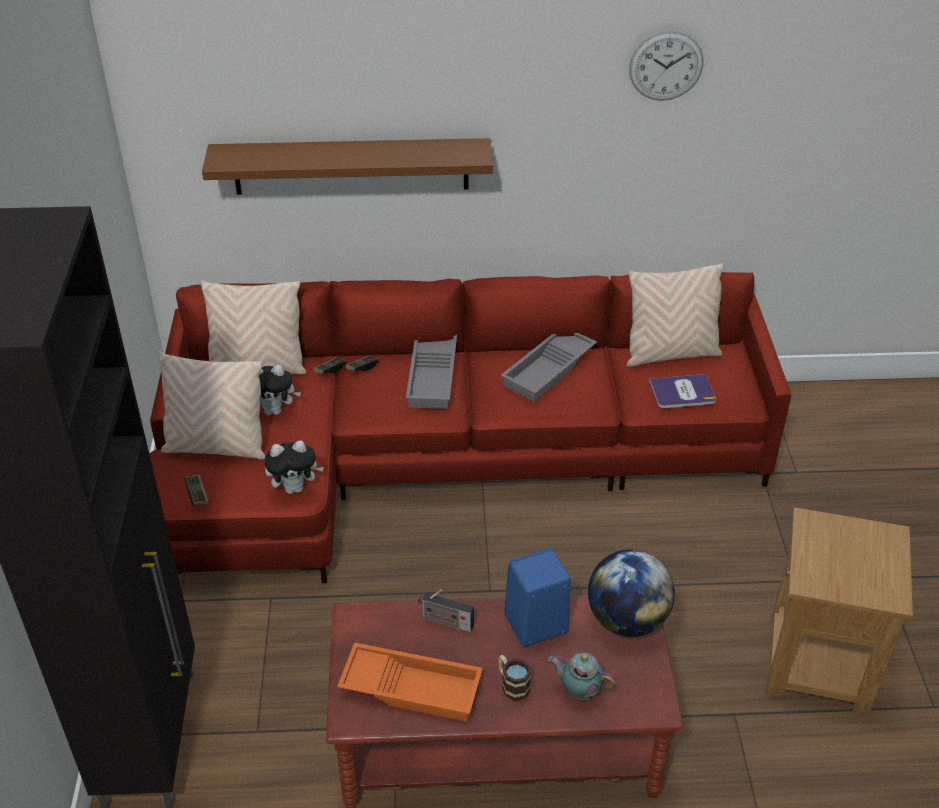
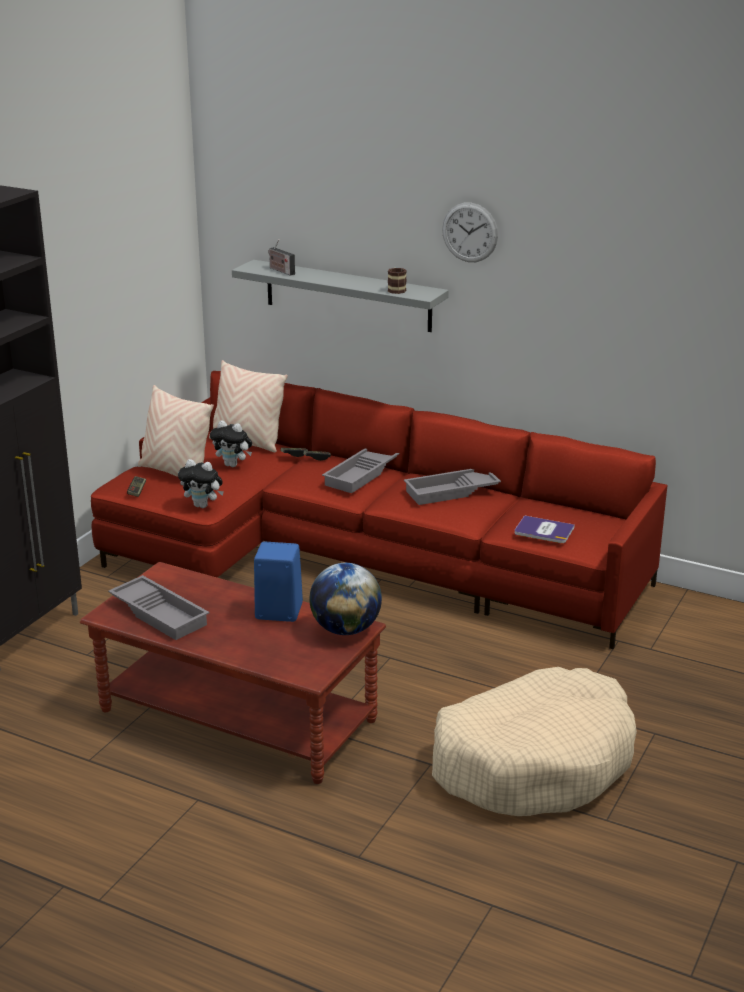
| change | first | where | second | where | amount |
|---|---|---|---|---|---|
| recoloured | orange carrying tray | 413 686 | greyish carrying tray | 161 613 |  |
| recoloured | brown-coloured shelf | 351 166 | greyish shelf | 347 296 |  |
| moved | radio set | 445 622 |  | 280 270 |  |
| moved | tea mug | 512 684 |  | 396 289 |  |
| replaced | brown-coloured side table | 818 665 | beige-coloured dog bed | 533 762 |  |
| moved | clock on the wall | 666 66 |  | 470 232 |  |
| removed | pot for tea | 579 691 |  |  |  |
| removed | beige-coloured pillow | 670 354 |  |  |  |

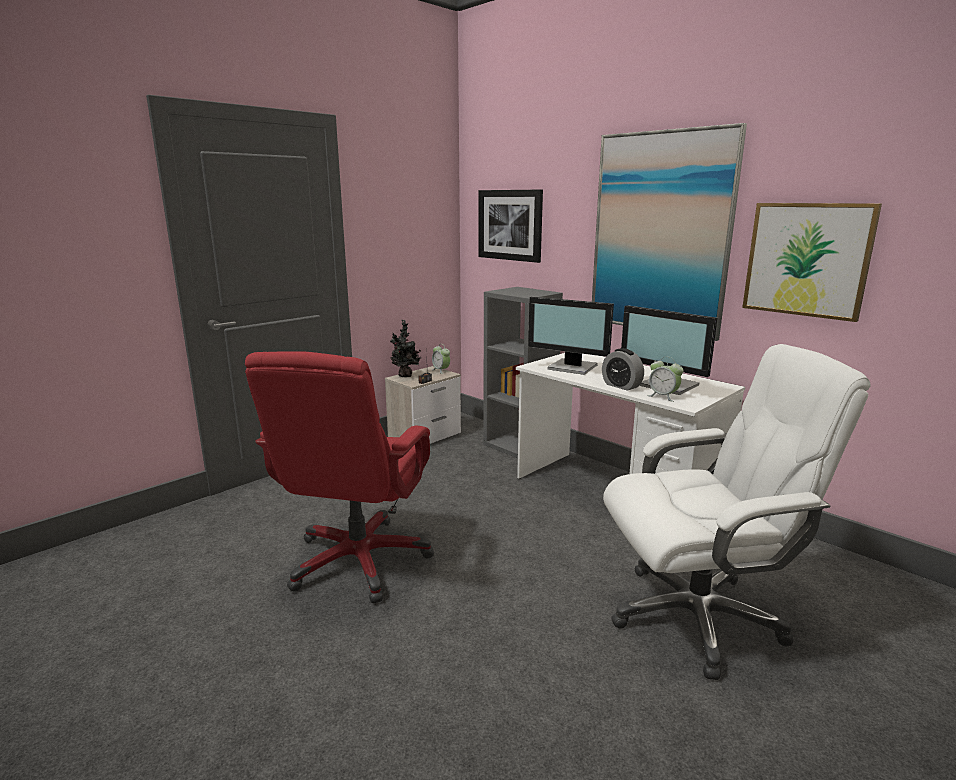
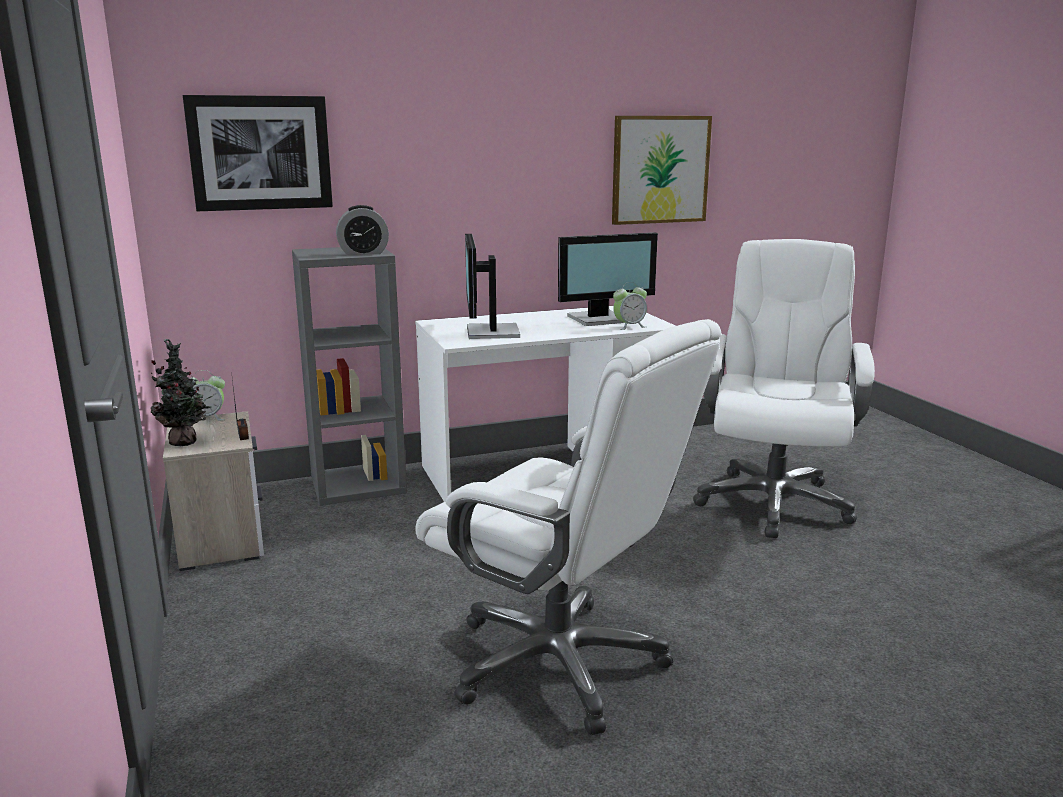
| change | first | where | second | where | amount |
|---|---|---|---|---|---|
| moved | alarm clock | 621 386 |  | 363 253 |  |
| recoloured | red computer chair | 359 561 | white computer chair | 559 663 |  |
| turned | computer display | 572 368 |  | 489 332 | 120 degrees clockwise |
| removed | wall art | 660 234 |  |  |  |

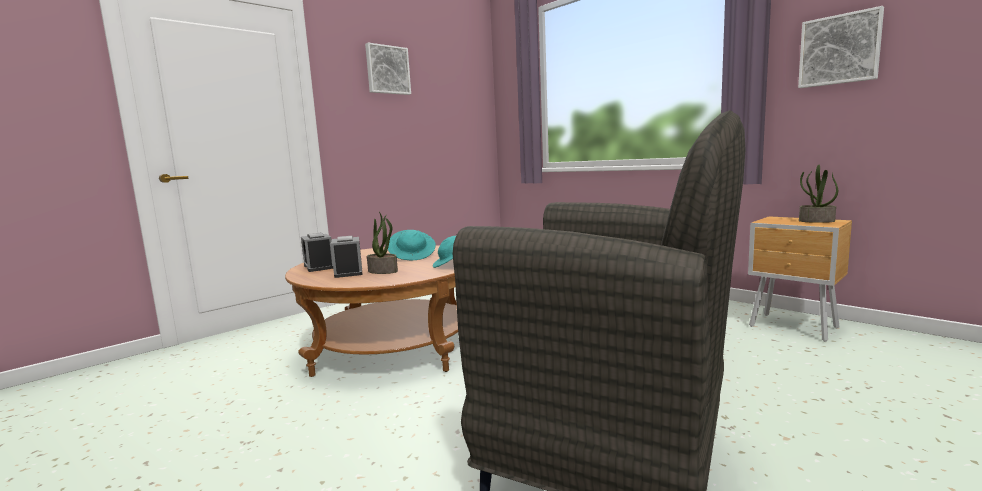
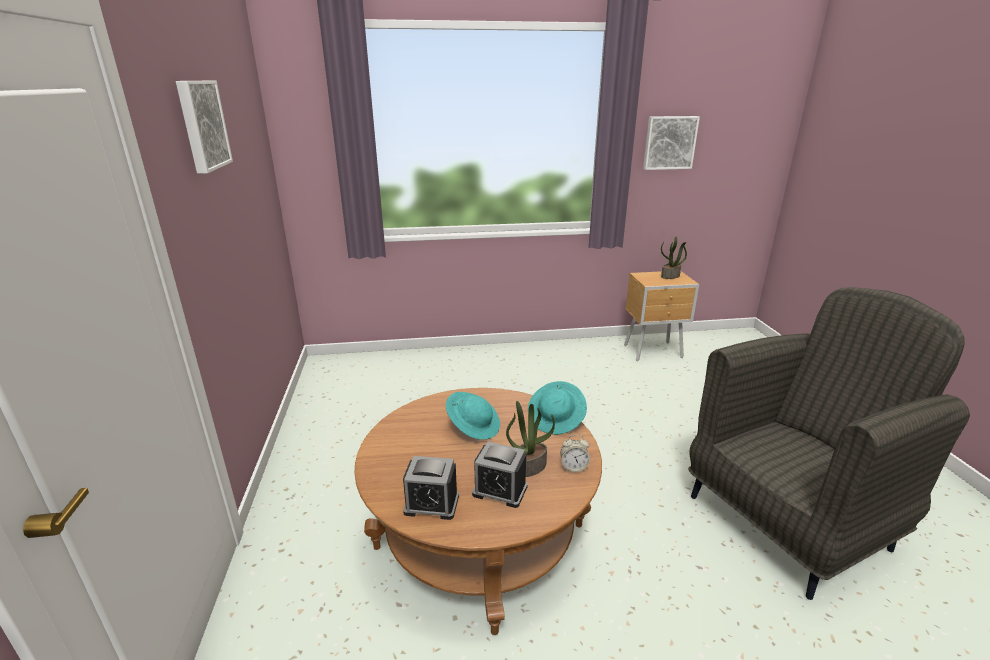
| change | first | where | second | where | amount |
|---|---|---|---|---|---|
| added |  |  | alarm clock | 574 467 |  |

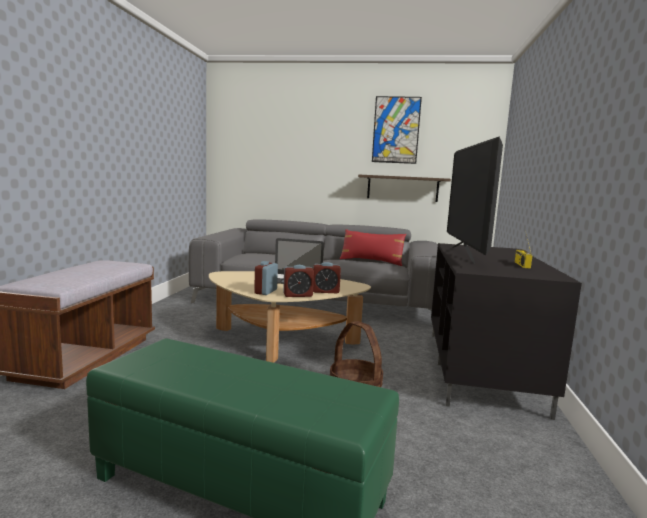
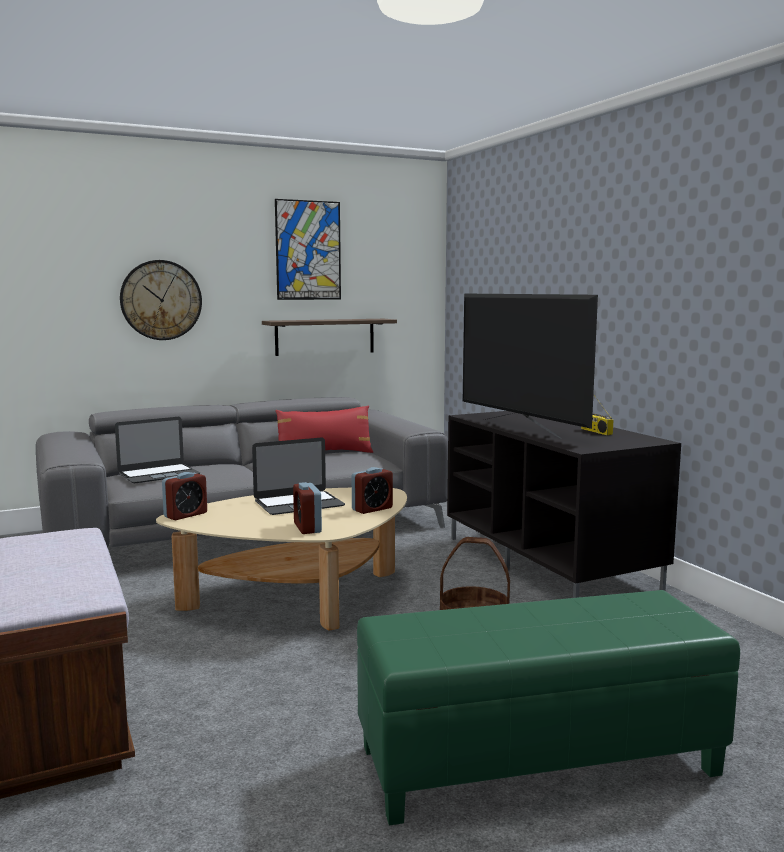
| change | first | where | second | where | amount |
|---|---|---|---|---|---|
| added |  |  | notebook computer | 159 474 |  |
| added |  |  | clock on the wall | 161 300 |  |
| moved | alarm clock | 298 295 |  | 185 515 |  |

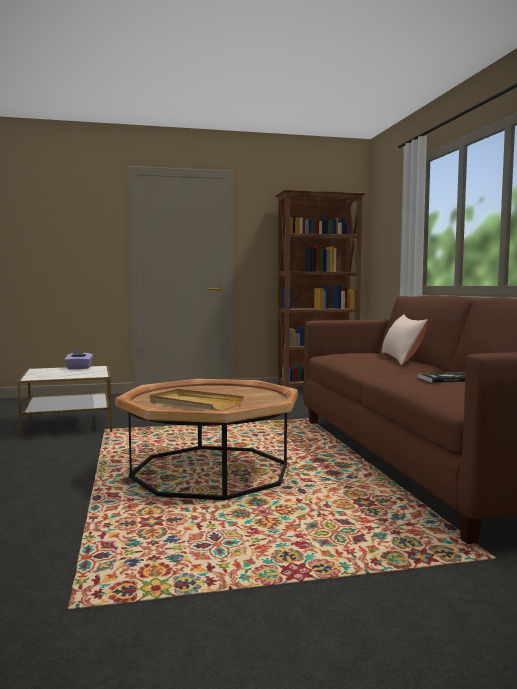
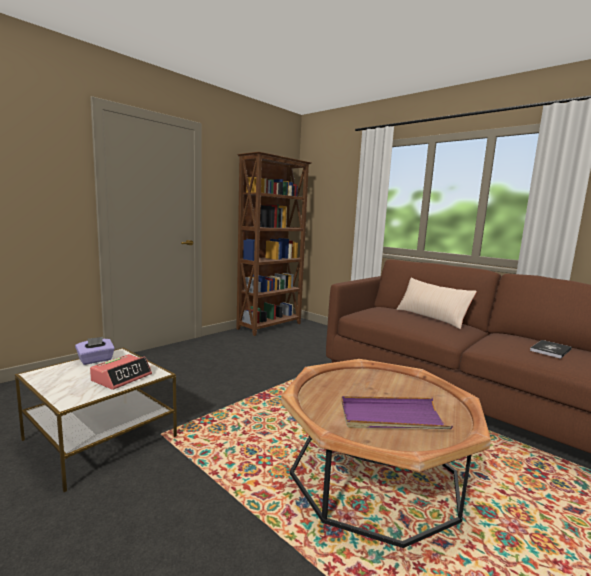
| change | first | where | second | where | amount |
|---|---|---|---|---|---|
| added |  |  | alarm clock | 122 377 |  |
| recoloured | beige-coloured carrying tray | 194 403 | purple carrying tray | 391 417 |  |

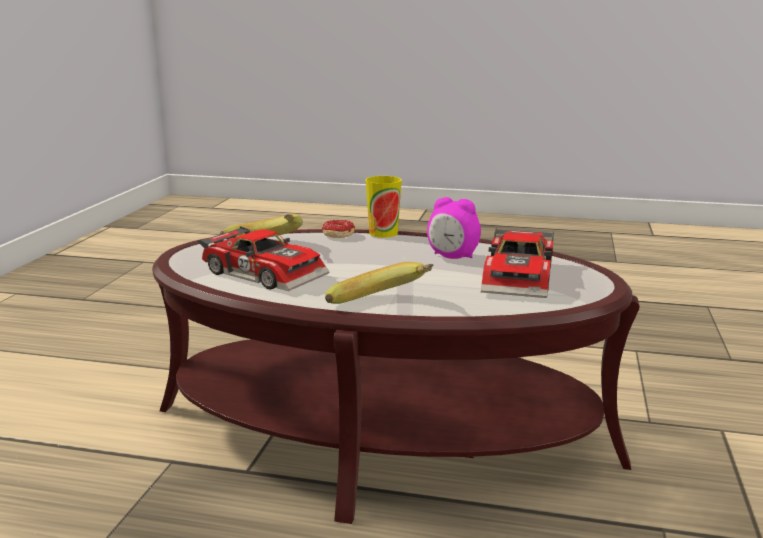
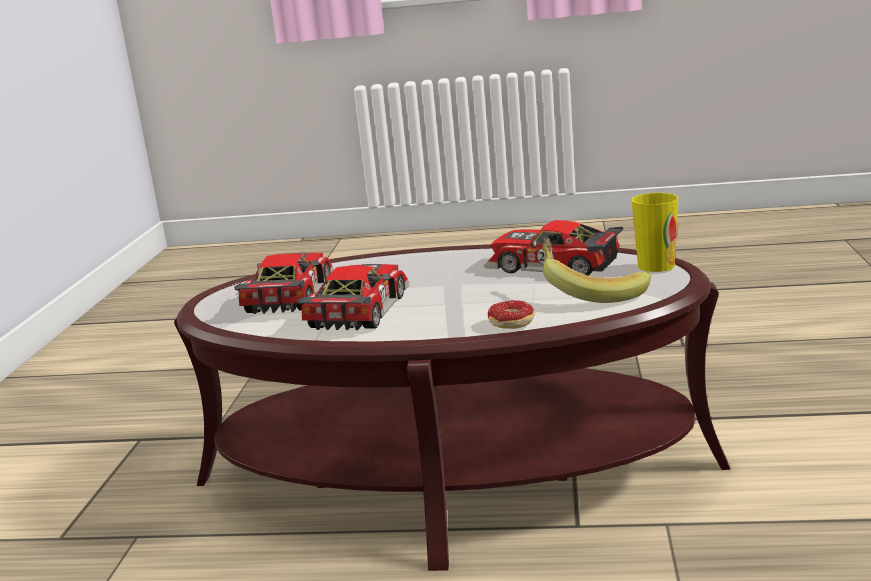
| change | first | where | second | where | amount |
|---|---|---|---|---|---|
| replaced | alarm clock | 452 257 | toy car | 355 311 |  |
| moved | cup | 383 233 |  | 656 266 |  |
| removed | banana fruit | 383 306 |  |  |  |

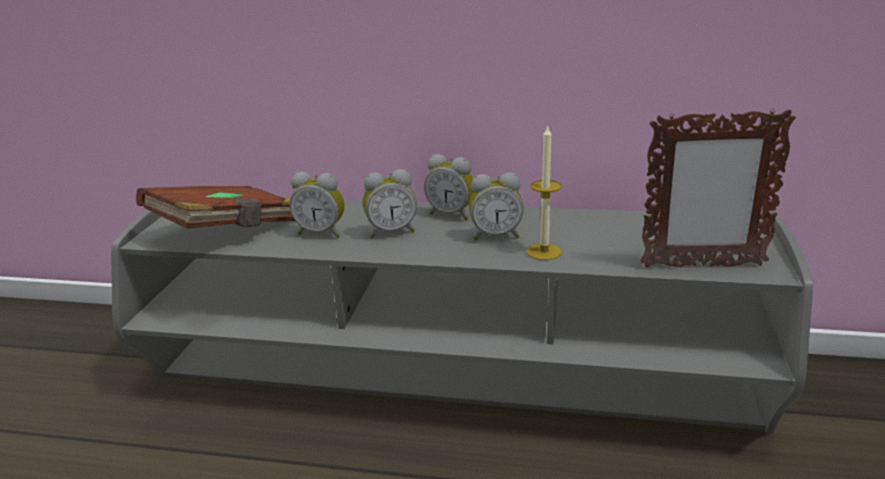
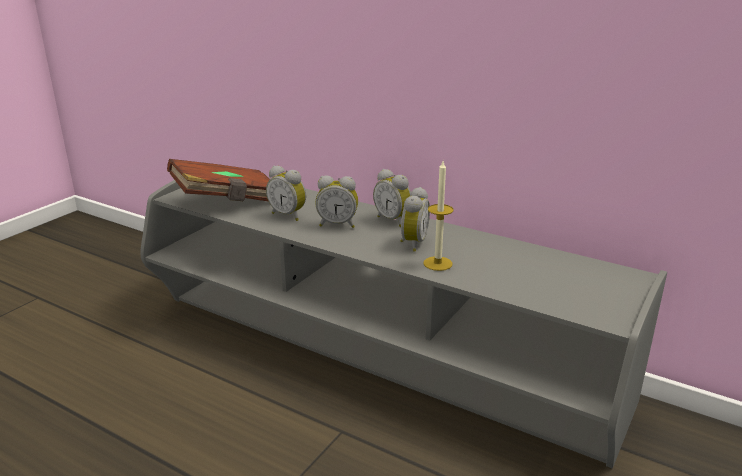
| change | first | where | second | where | amount |
|---|---|---|---|---|---|
| turned | alarm clock | 495 235 |  | 412 243 | 90 degrees counterclockwise |
| removed | photo frame | 701 266 |  |  |  |

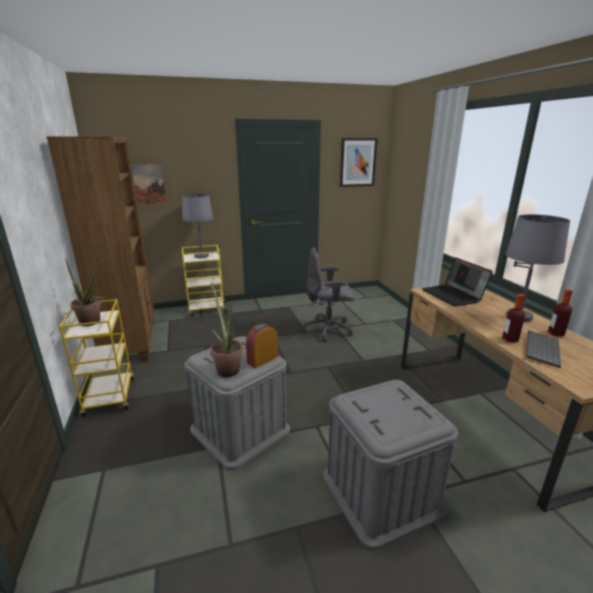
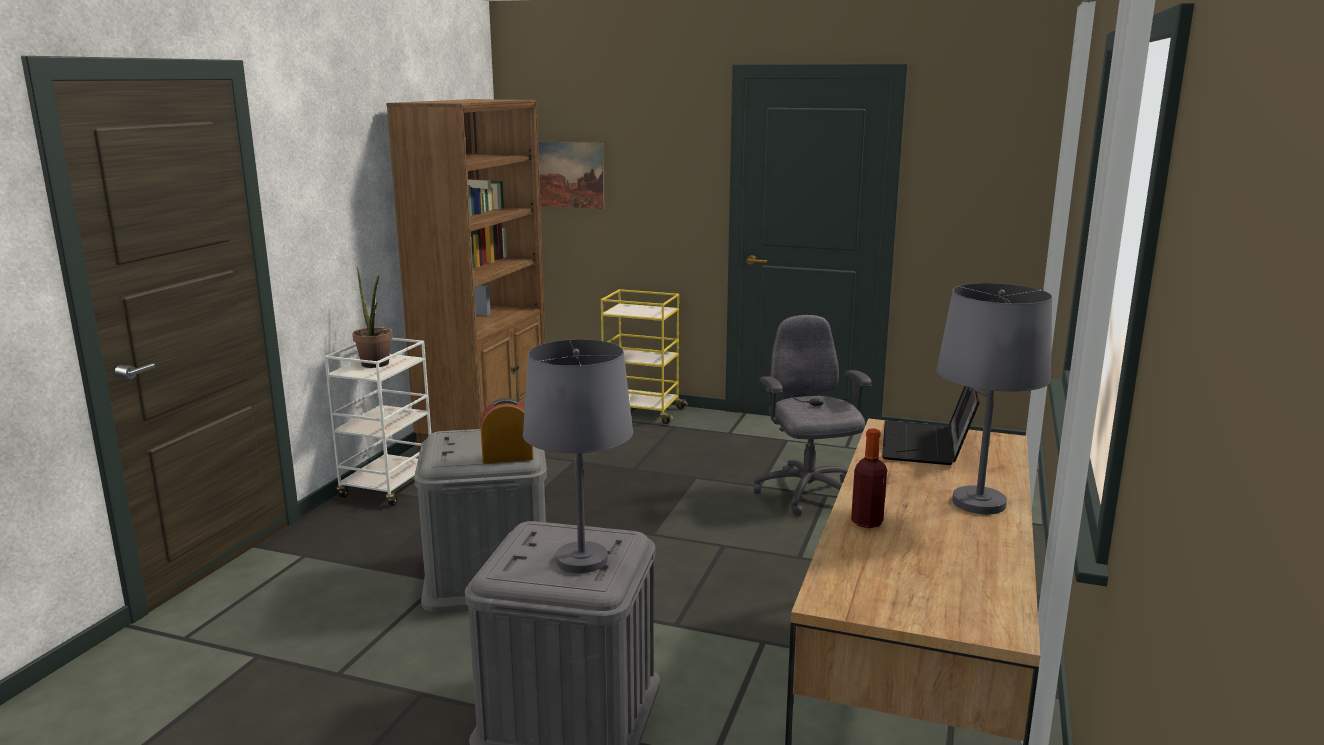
| change | first | where | second | where | amount |
|---|---|---|---|---|---|
| recoloured | yellow-coloured cart | 110 397 | white cart | 389 487 |  |
| moved | greyish lamp for a table | 202 256 |  | 582 560 |  |
| turned | greyish computer chair | 328 329 |  | 807 494 | 45 degrees clockwise |
| removed | potted plant | 226 368 |  |  |  |
| removed | wall art | 357 162 |  |  |  |
| removed | keyboard | 541 349 |  |  |  |
| removed | drink bottle | 556 334 |  |  |  |

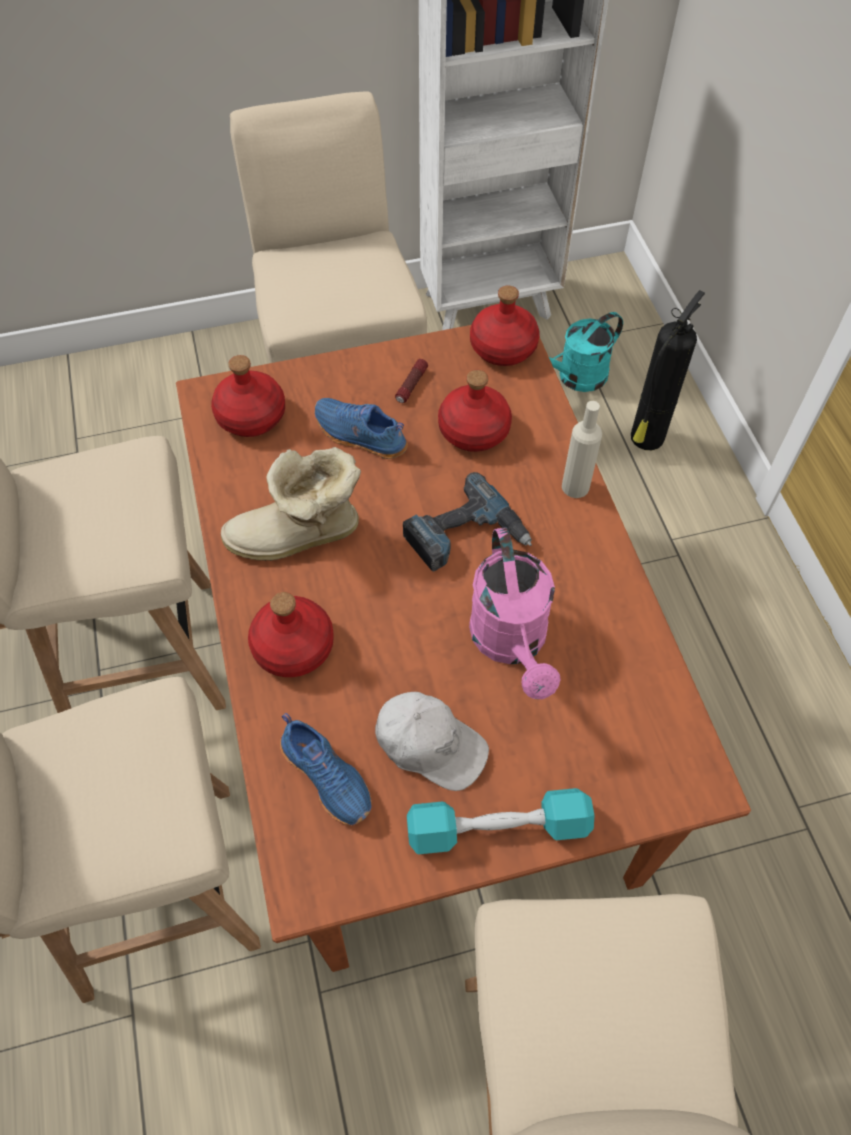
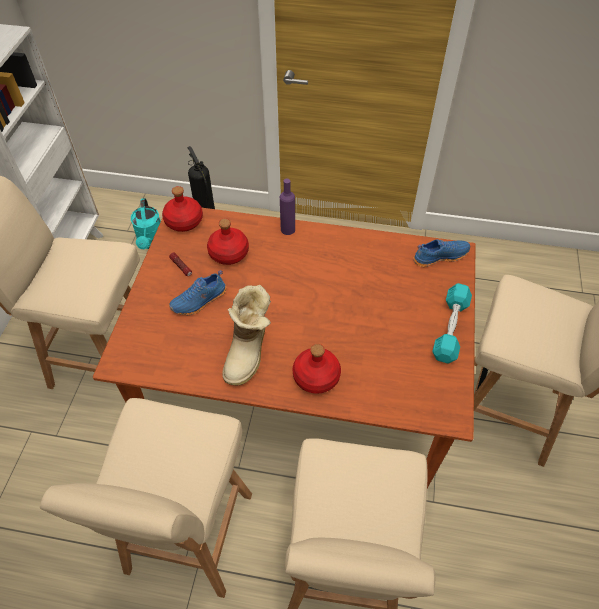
| change | first | where | second | where | amount |
|---|---|---|---|---|---|
| recoloured | beige-coloured drink bottle | 575 486 | purple drink bottle | 288 229 |  |
| moved | blue-coloured item of footwear | 328 776 |  | 440 256 |  |
| removed | red drink bottle | 250 416 |  |  |  |
| removed | white peaked cap | 430 744 |  |  |  |
| removed | drill | 466 536 |  |  |  |
| removed | pink-coloured watering pot | 512 643 |  |  |  |

